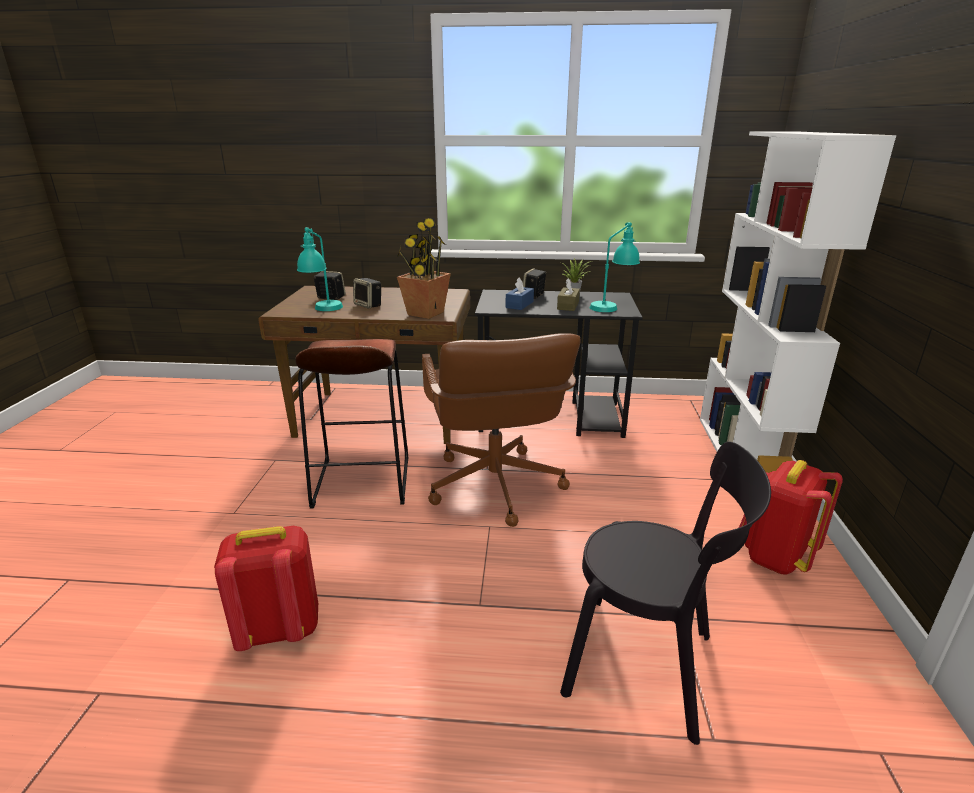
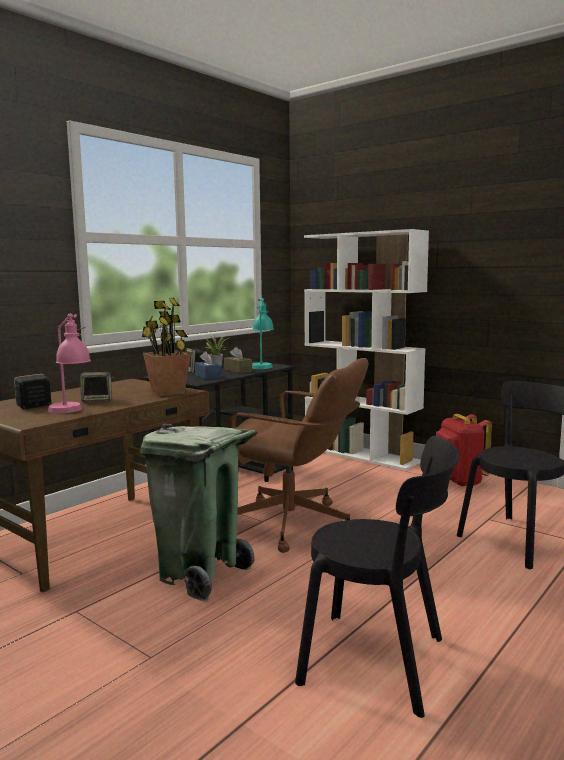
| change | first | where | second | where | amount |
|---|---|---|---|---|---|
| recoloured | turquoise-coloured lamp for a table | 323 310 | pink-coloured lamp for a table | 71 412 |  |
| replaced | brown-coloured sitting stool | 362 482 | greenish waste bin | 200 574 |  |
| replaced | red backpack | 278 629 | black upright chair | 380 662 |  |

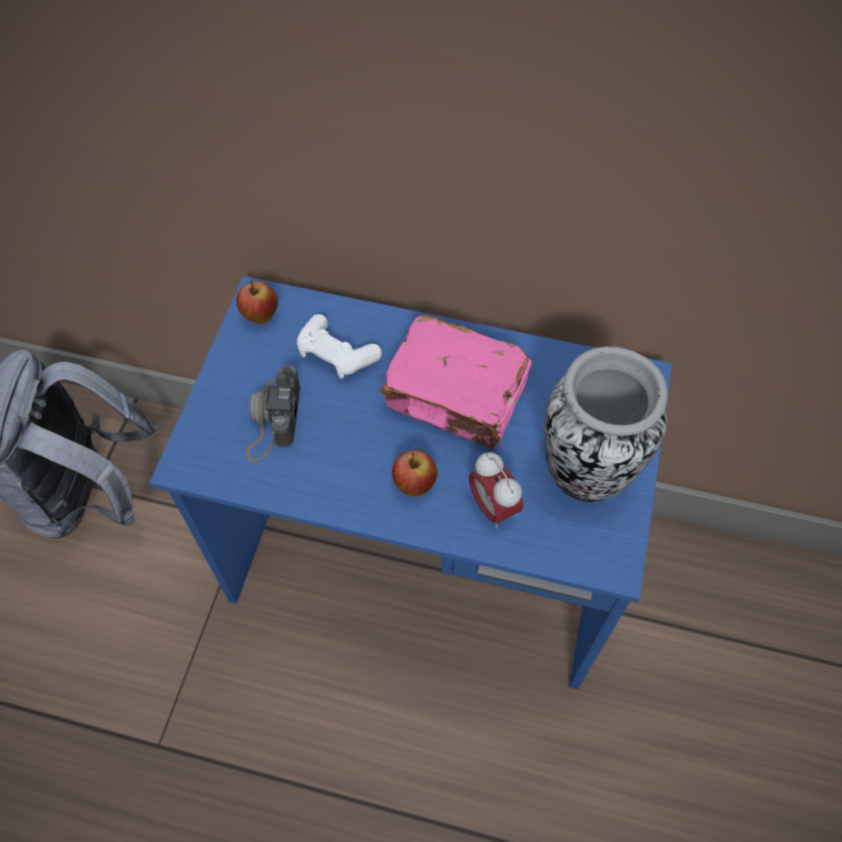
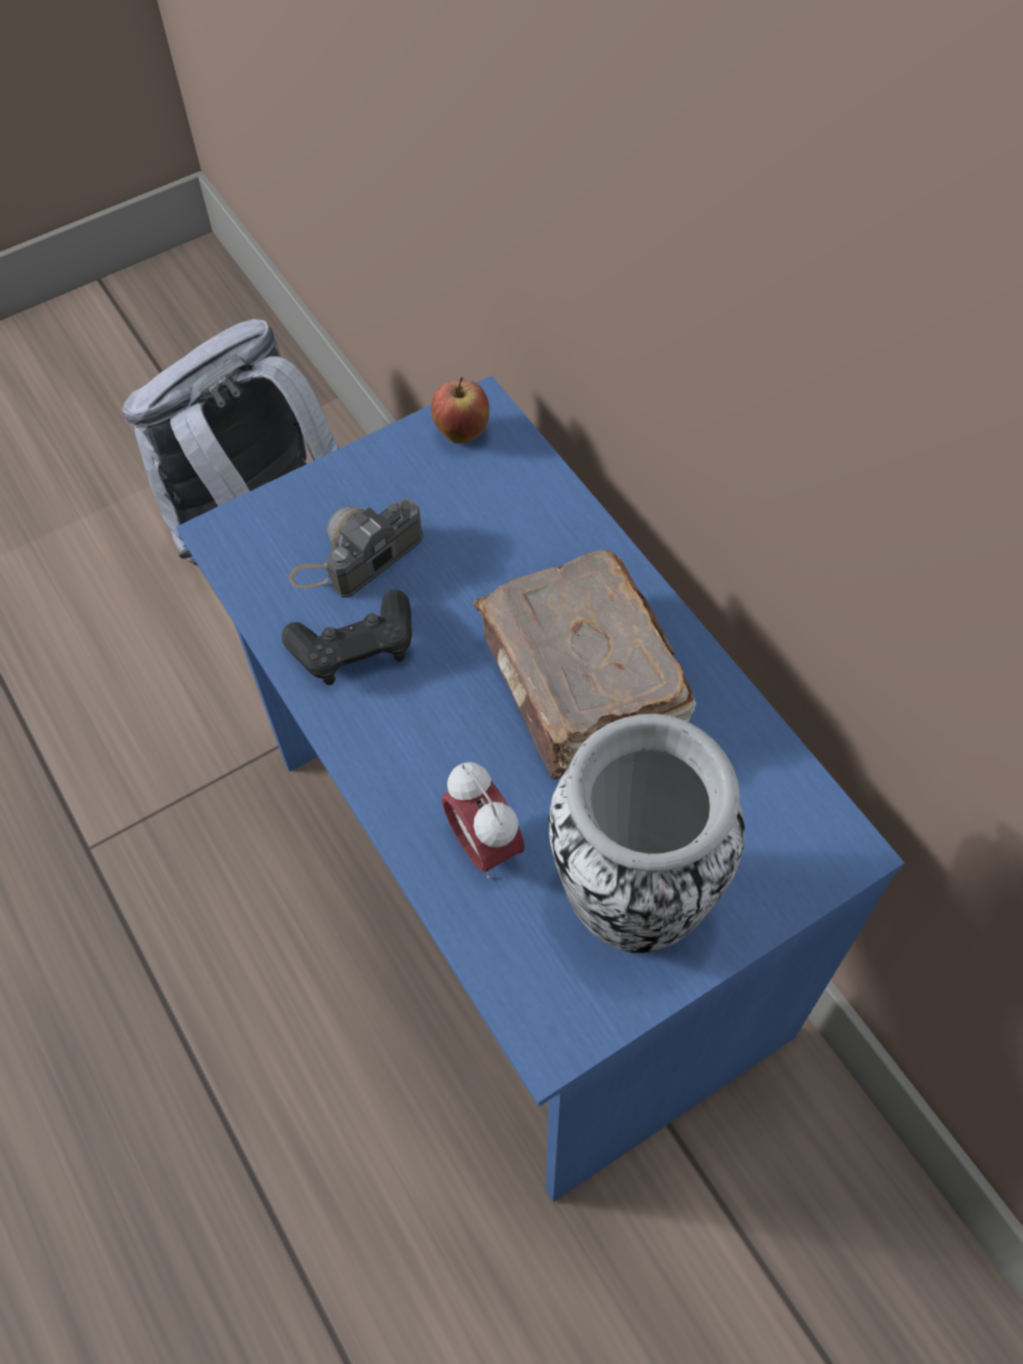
| change | first | where | second | where | amount |
|---|---|---|---|---|---|
| added |  |  | black game controller | 355 648 |  |
| turned | alarm clock | 493 507 |  | 484 845 | 45 degrees counterclockwise |
| recoloured | pink-coloured book | 457 396 | brown-coloured book | 581 686 |  |
| removed | white game controller | 336 354 |  |  |  |
| removed | apple | 414 485 |  |  |  |

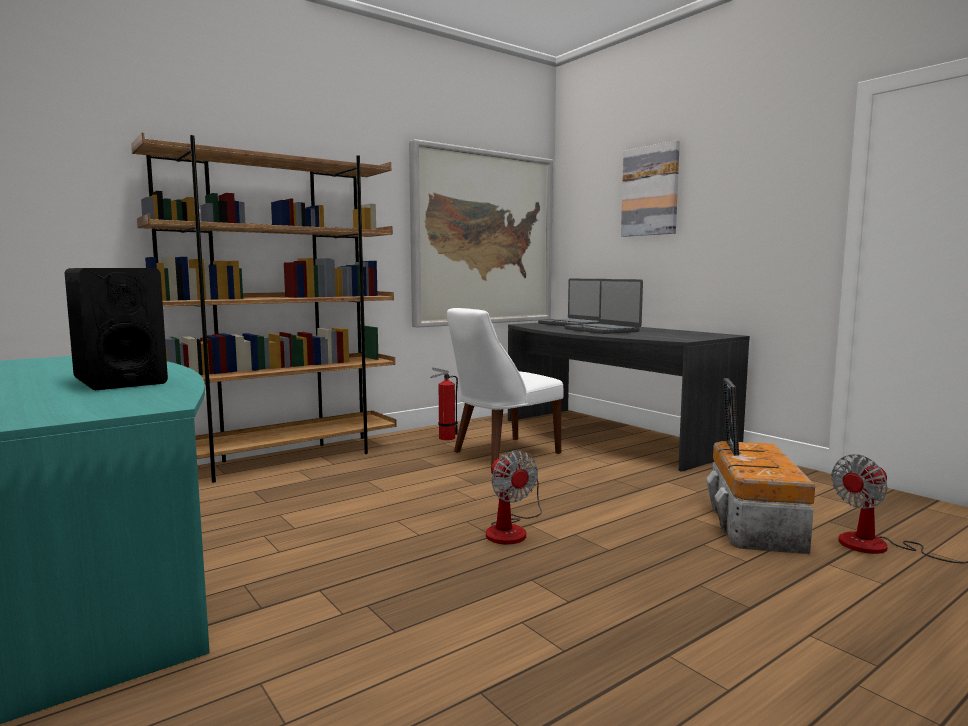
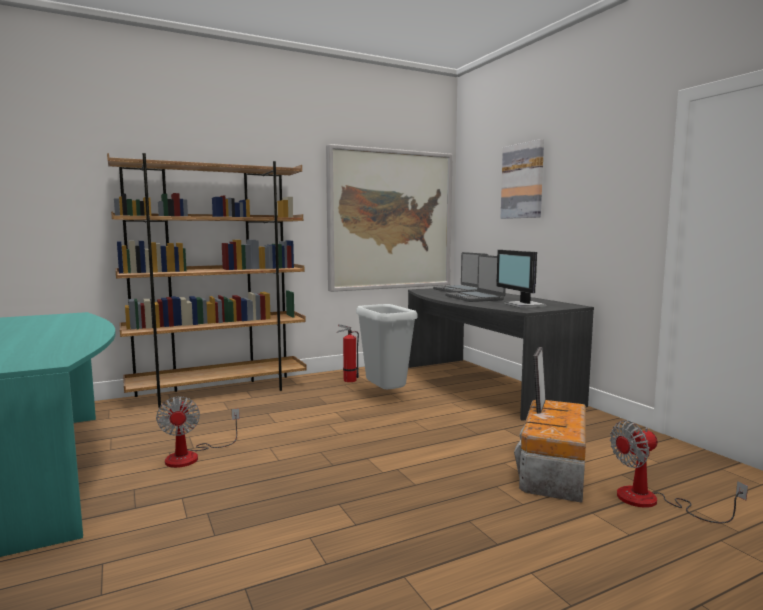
| change | first | where | second | where | amount |
|---|---|---|---|---|---|
| moved | fan | 511 529 |  | 192 456 |  |
| replaced | white upright chair | 502 453 | greyish waste bin | 384 396 |  |
| added |  |  | computer display | 523 305 |  |
| removed | black speaker | 119 381 |  |  |  |

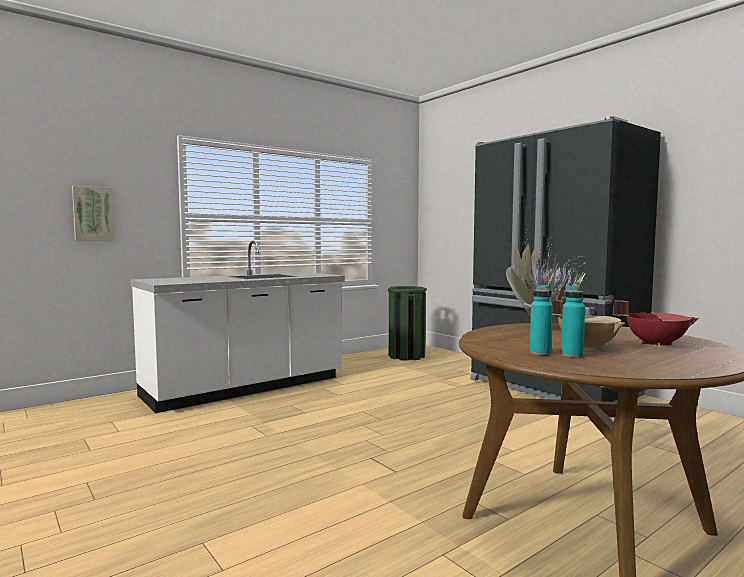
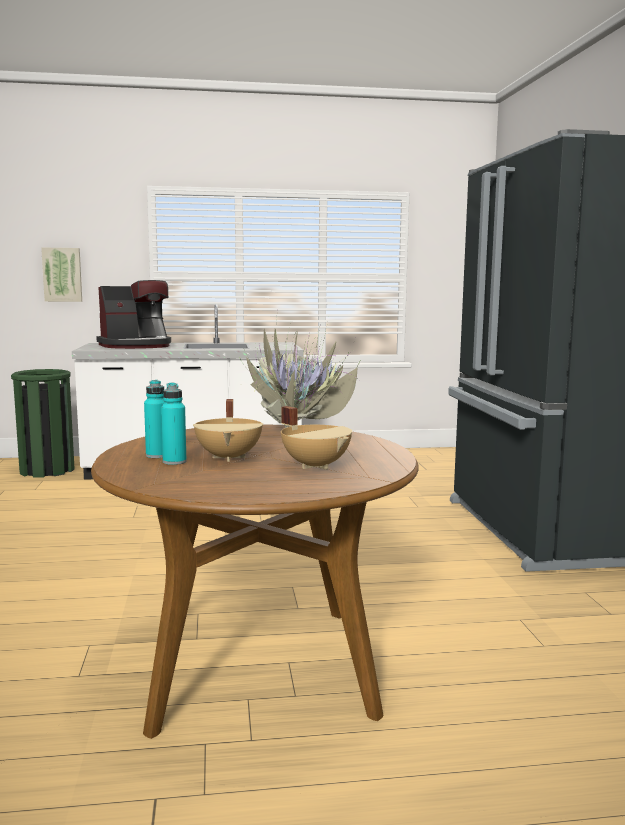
| change | first | where | second | where | amount |
|---|---|---|---|---|---|
| moved | greenish waste bin | 406 356 |  | 47 470 |  |
| added |  |  | coffee brewer | 136 346 |  |
| recoloured | red stockpot | 655 344 | beige-coloured stockpot | 316 465 |  |

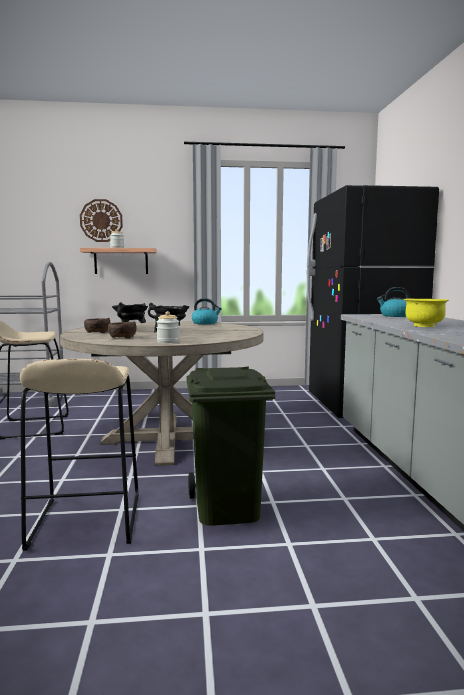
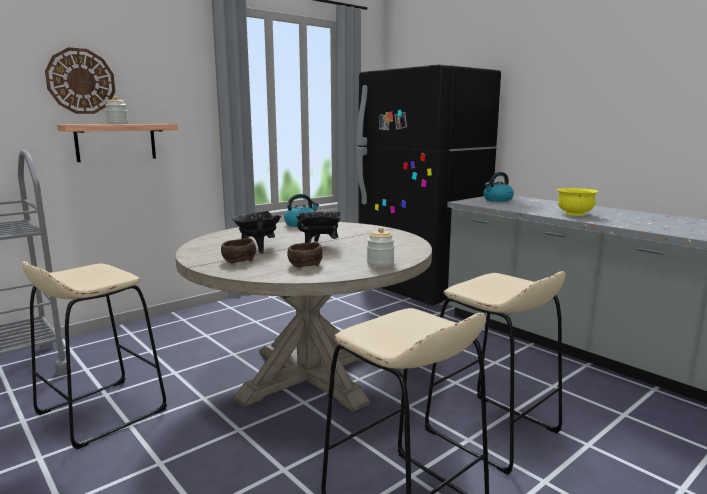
| change | first | where | second | where | amount |
|---|---|---|---|---|---|
| replaced | greenish waste bin | 225 507 | beige-coloured sitting stool | 492 431 |  |

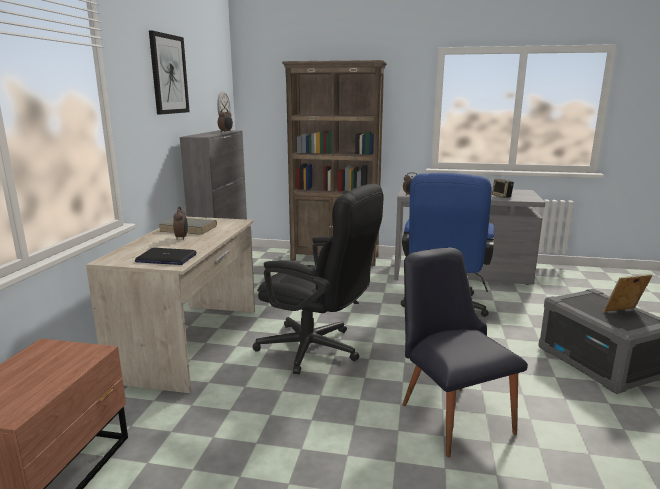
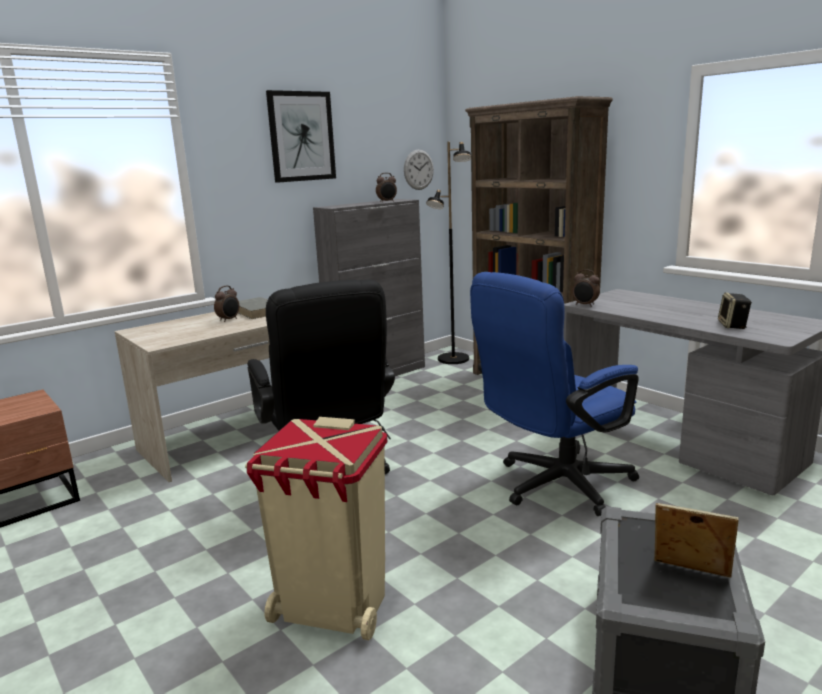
| change | first | where | second | where | amount |
|---|---|---|---|---|---|
| replaced | black upright chair | 450 412 | beige-coloured waste bin | 333 609 |  |
| added |  |  | black standard lamp | 453 359 |  |
| removed | notebook computer | 166 258 |  |  |  |

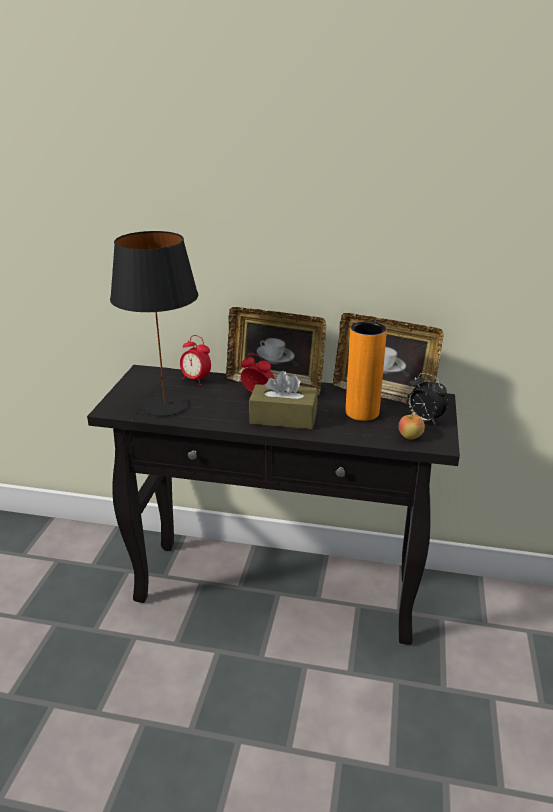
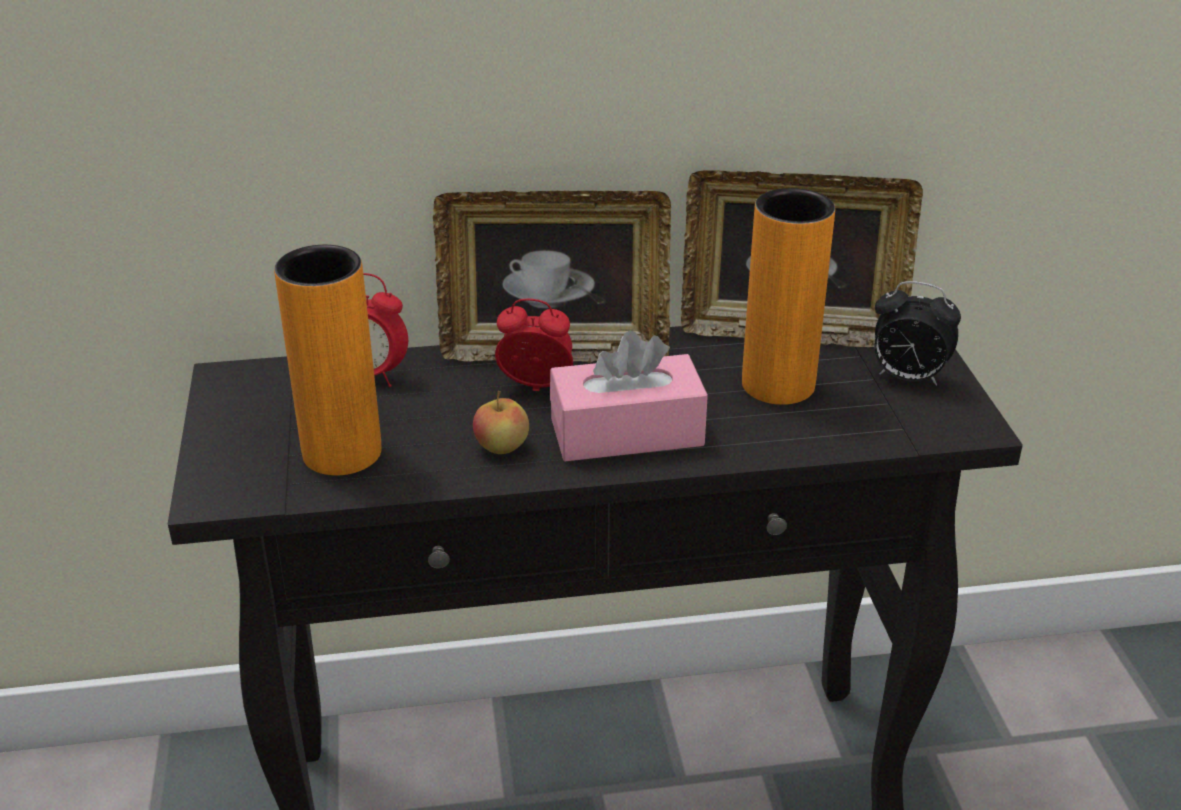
| change | first | where | second | where | amount |
|---|---|---|---|---|---|
| replaced | black lamp for a table | 165 404 | orange flower vase | 342 453 |  |
| moved | apple | 410 436 |  | 501 447 |  |
| recoloured | brown-coloured tissue box | 283 418 | pink-coloured tissue box | 626 432 |  |

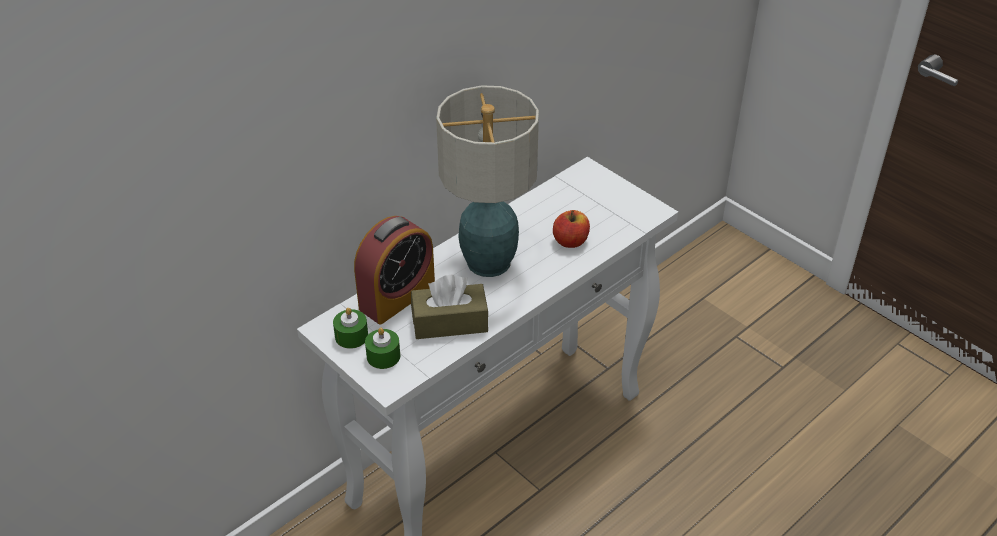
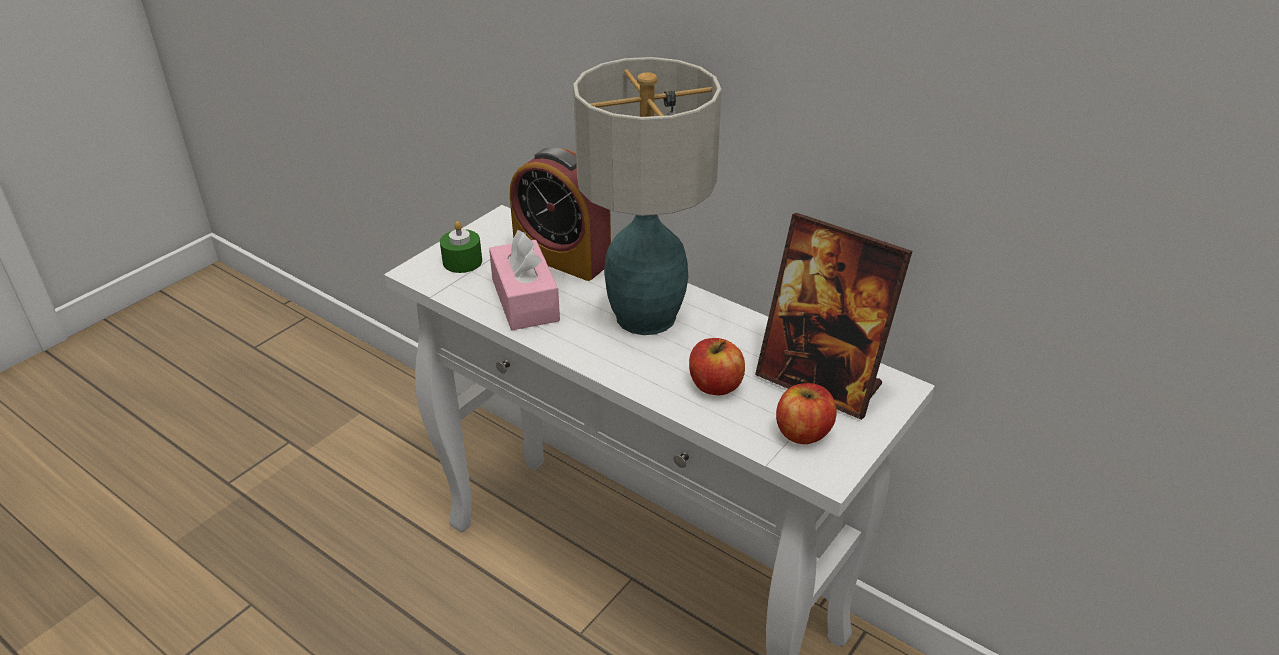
| change | first | where | second | where | amount |
|---|---|---|---|---|---|
| recoloured | brown-coloured tissue box | 450 322 | pink-coloured tissue box | 525 300 |  |
| added |  |  | photo frame | 820 382 |  |
| added |  |  | apple | 803 432 |  |
| removed | greenish wax candle | 351 336 |  |  |  |

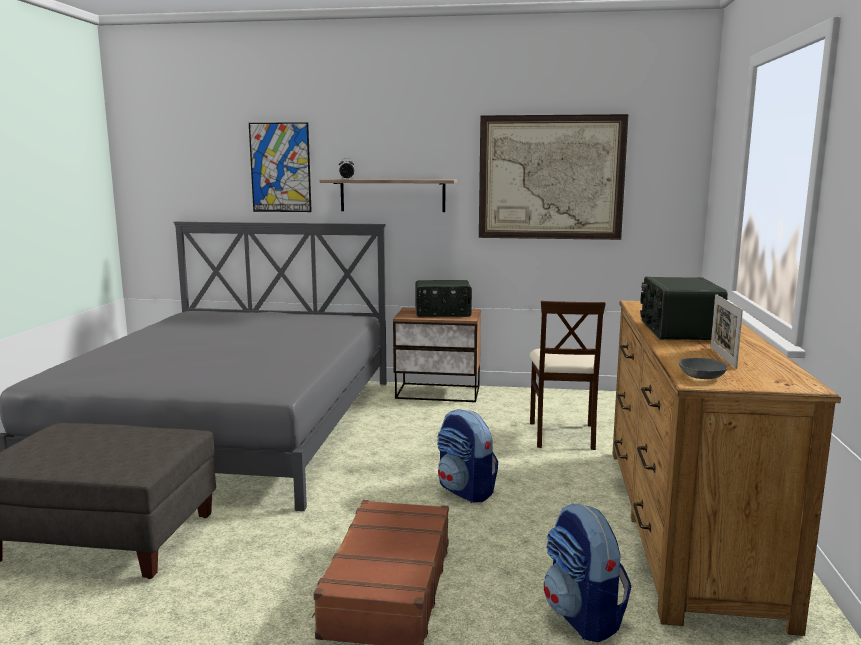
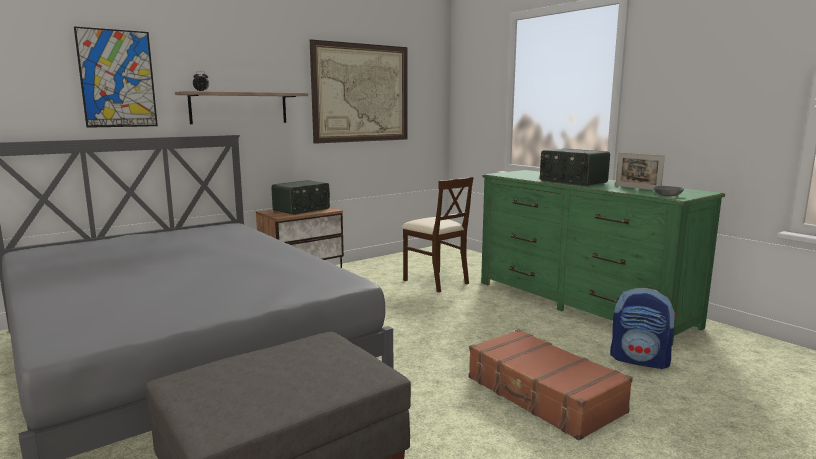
| change | first | where | second | where | amount |
|---|---|---|---|---|---|
| recoloured | brown-coloured drawer chest | 685 523 | greenish drawer chest | 580 303 |  |
| removed | backpack | 466 491 |  |  |  |

